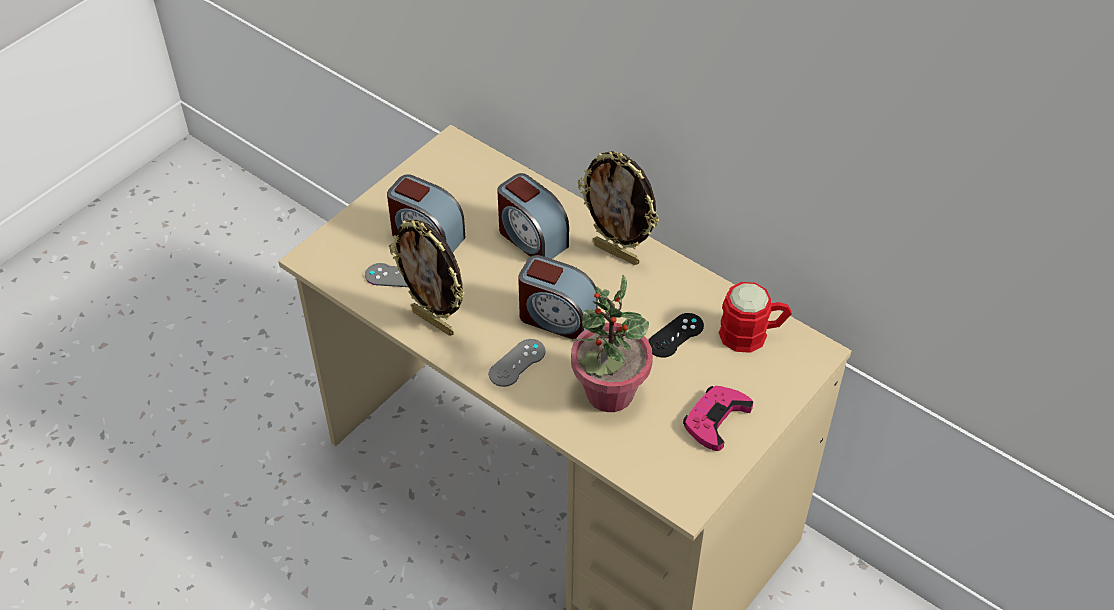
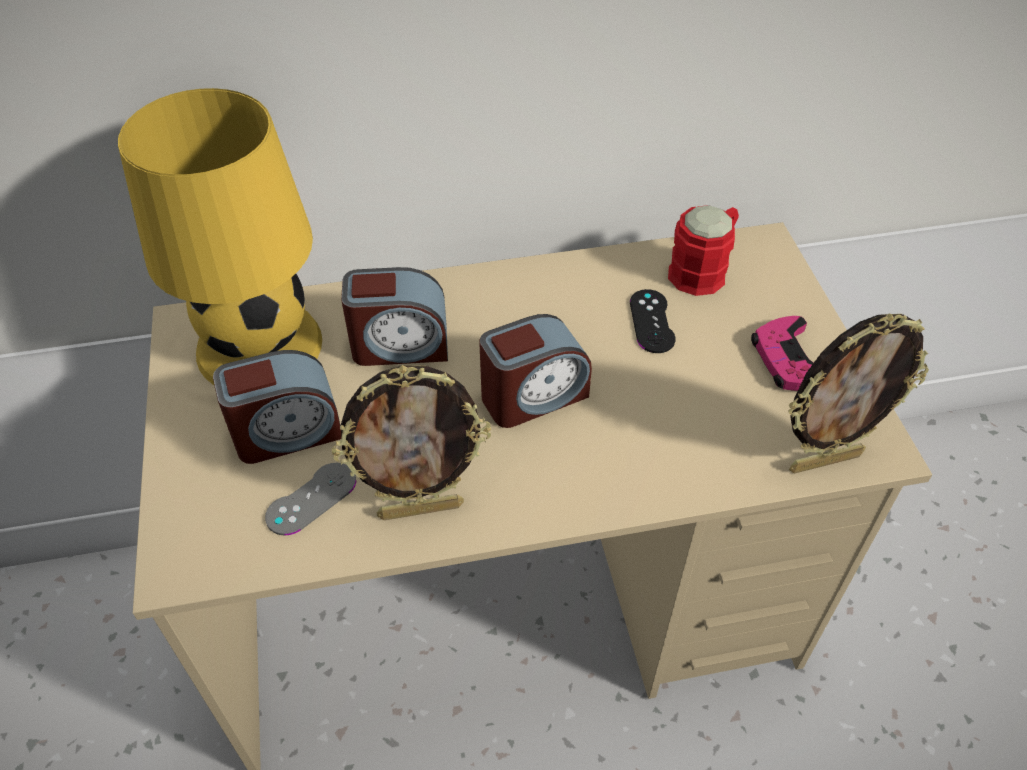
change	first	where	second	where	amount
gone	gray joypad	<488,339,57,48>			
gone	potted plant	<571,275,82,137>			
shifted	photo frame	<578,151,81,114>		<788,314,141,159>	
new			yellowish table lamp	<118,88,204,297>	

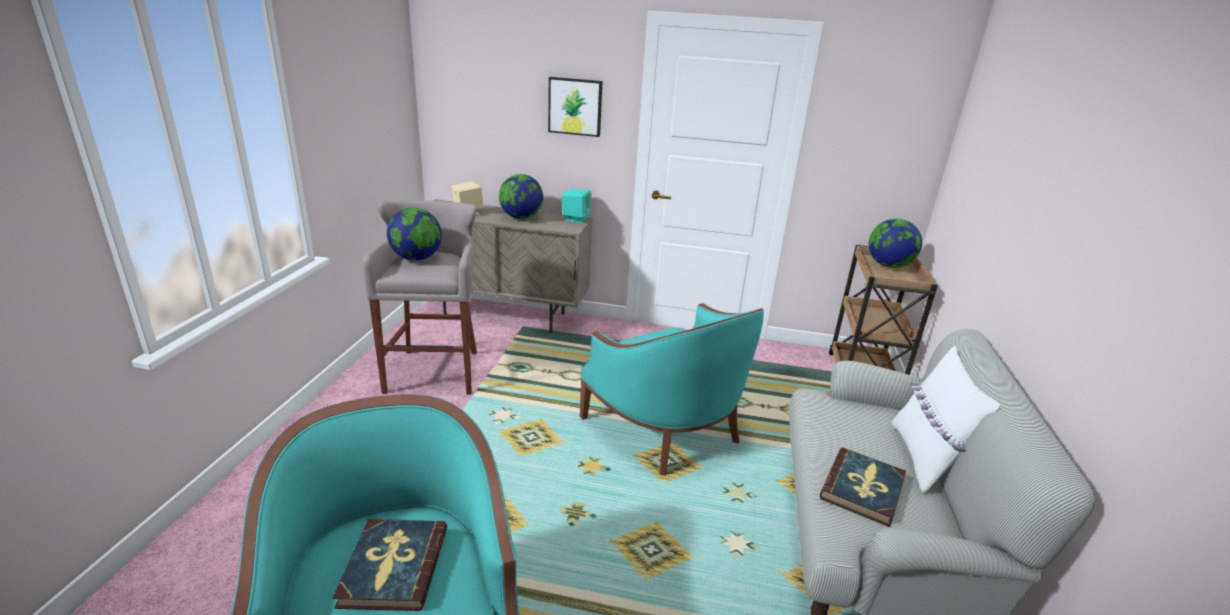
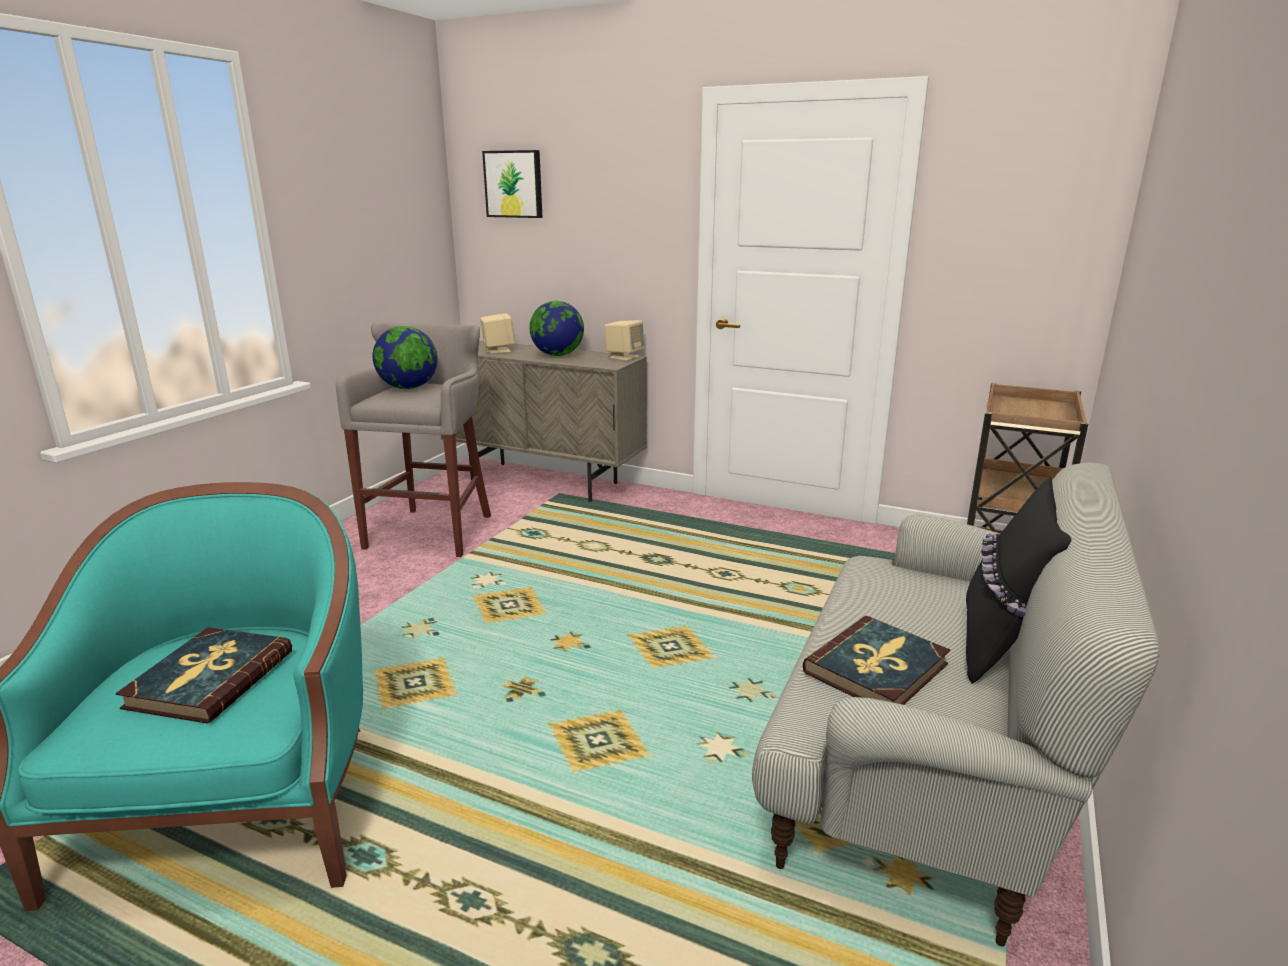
change	first	where	second	where	amount
shifted	wall art	<548,77,55,60>		<482,150,60,68>	
repainted	turquoise-coloured loudspeaker	<562,190,30,33>	beige-coloured loudspeaker	<604,320,41,41>	
gone	turquoise-coloured armchair	<580,303,184,172>			
gone	desk globe	<869,219,53,49>			
repainted	white-coloured cushion	<892,346,108,148>	black-coloured cushion	<966,477,105,207>	

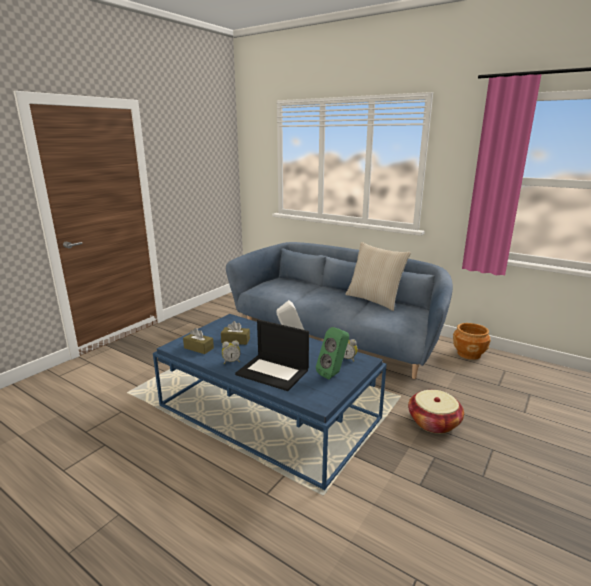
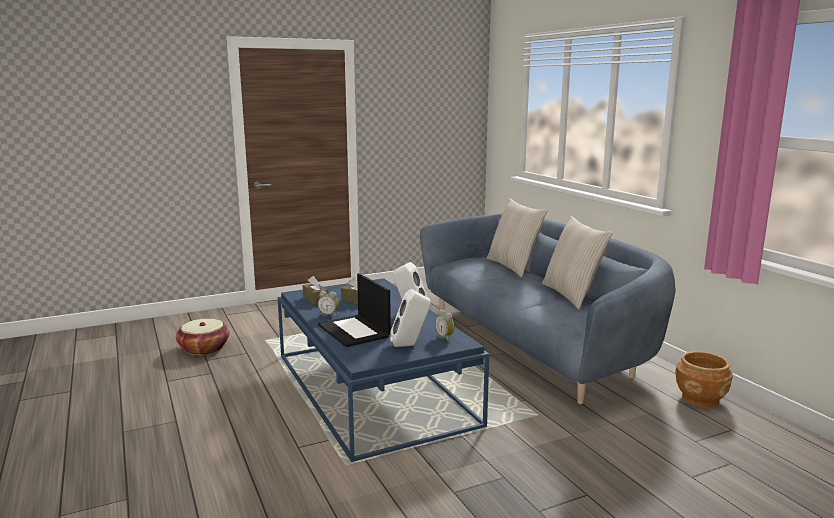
change	first	where	second	where	amount
repainted	green loudspeaker	<316,327,33,52>	white-coloured loudspeaker	<390,289,41,58>	
shifted	storage basket	<408,390,56,44>		<176,319,54,36>	
new			beige-coloured cushion	<487,198,60,79>	

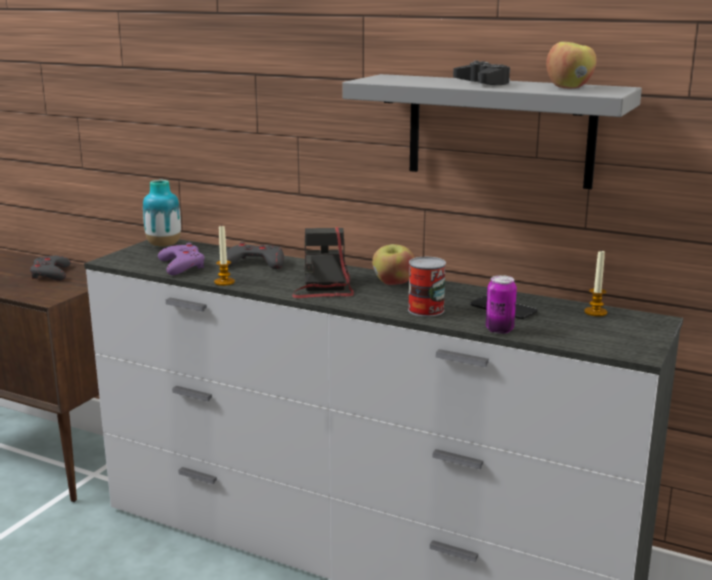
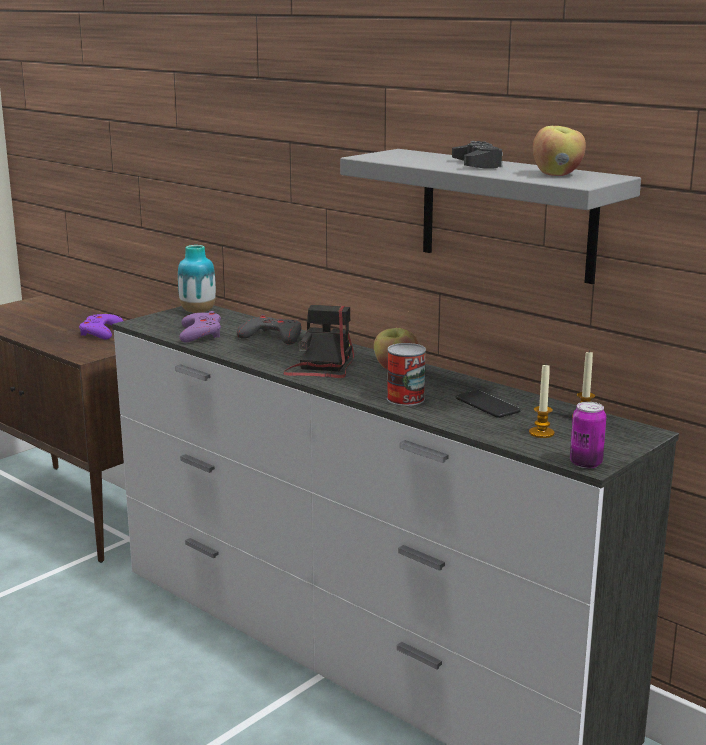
change	first	where	second	where	amount
repainted	gray joypad	<30,256,41,25>	purple-coloured joypad	<79,314,44,25>	
shifted	wax candle	<214,224,21,62>		<529,365,26,73>	
shifted	can	<486,275,31,59>		<570,402,36,67>	

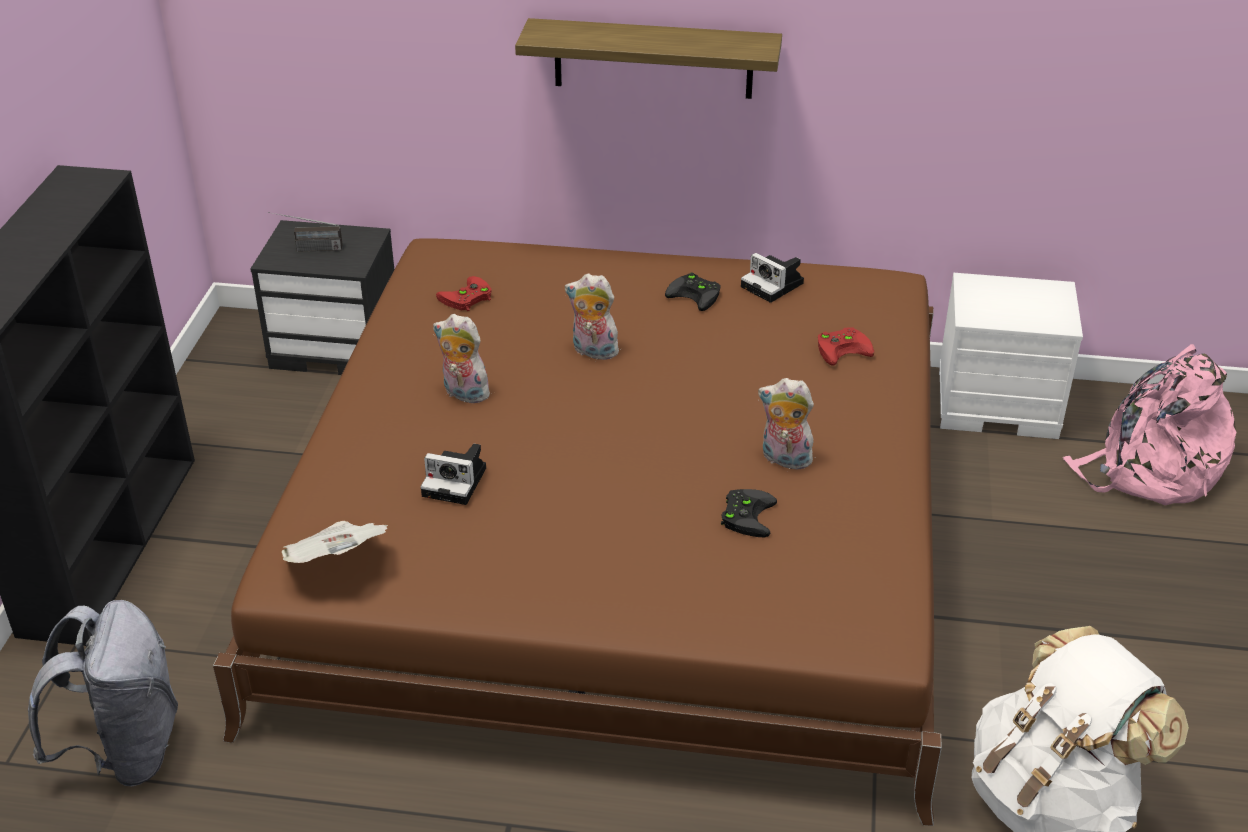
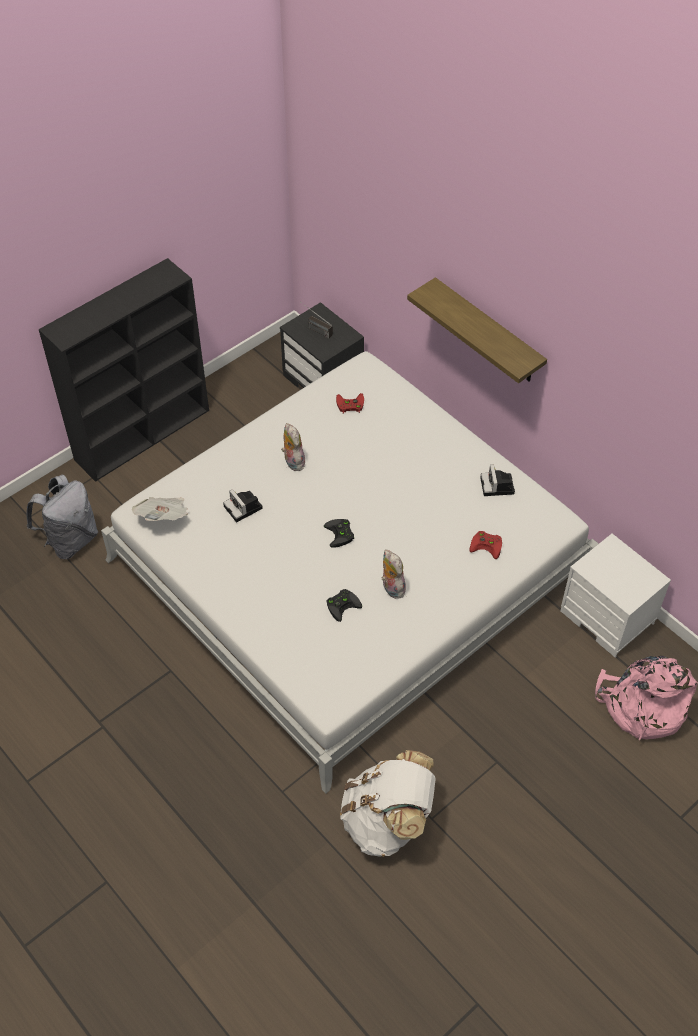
change	first	where	second	where	amount
repainted	brown bed	<213,238,729,588>	white-coloured bed	<101,351,498,443>	
gone	soft toy	<565,274,56,86>			
shifted	black-coloured joypad	<665,273,56,38>		<324,519,30,29>	

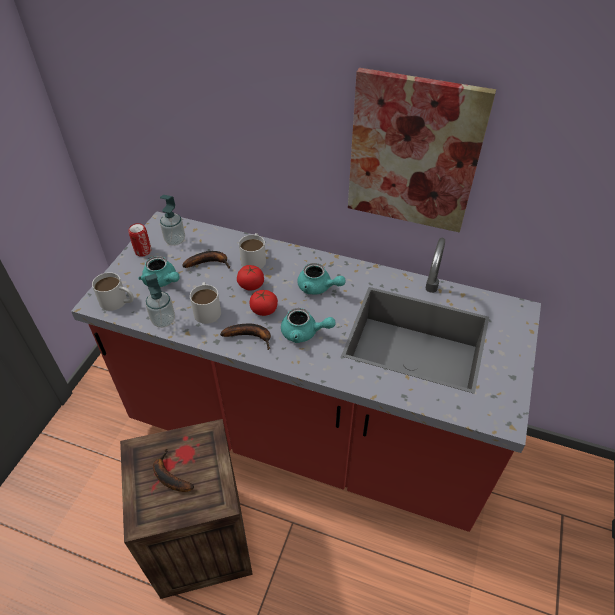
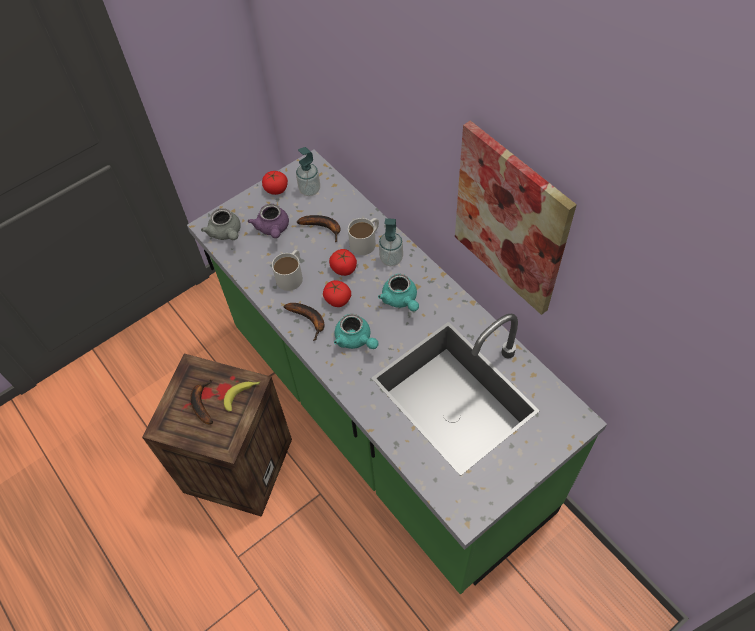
change	first	where	second	where	amount
repainted	reddish kitchen counter	<71,211,470,321>	green kitchen counter	<187,149,420,445>	
swapped	white-coloured tea mug	<92,272,42,39>	gray tea pot	<201,208,40,32>	
swapped	can	<129,223,22,34>	fresh tomato	<262,171,26,24>	
repainted	turquoise-coloured tea pot	<139,256,41,31>	purple-coloured tea pot	<248,204,41,34>	
shifted	soap dispenser	<145,273,30,55>		<379,218,24,48>	
new			banana	<224,382,36,30>	

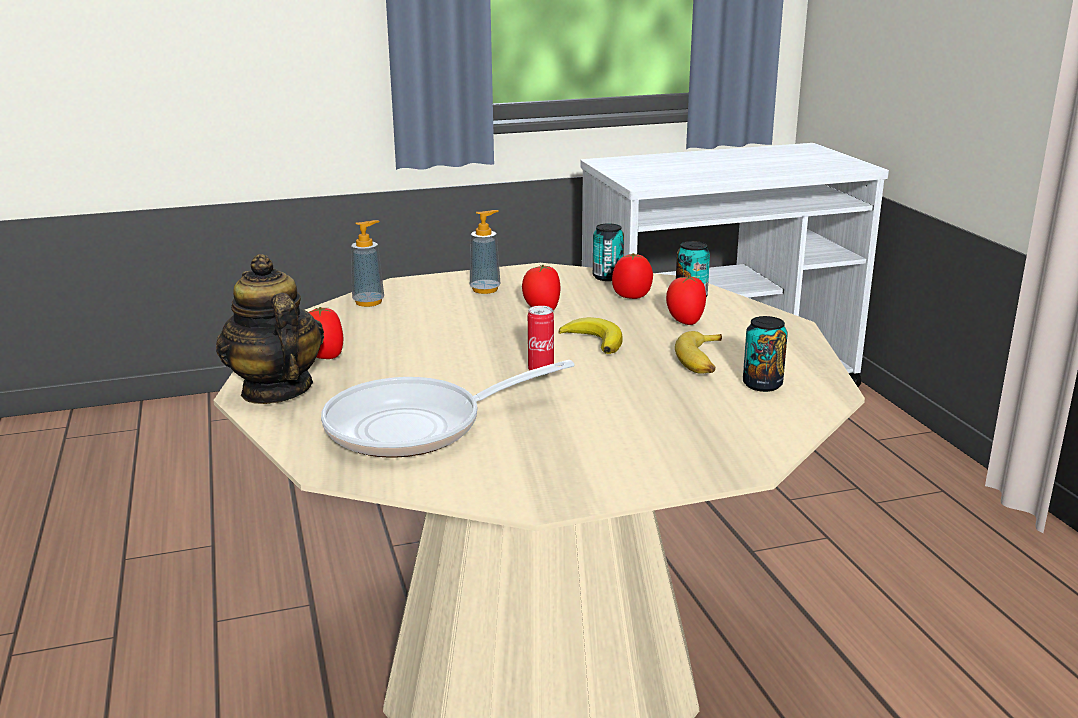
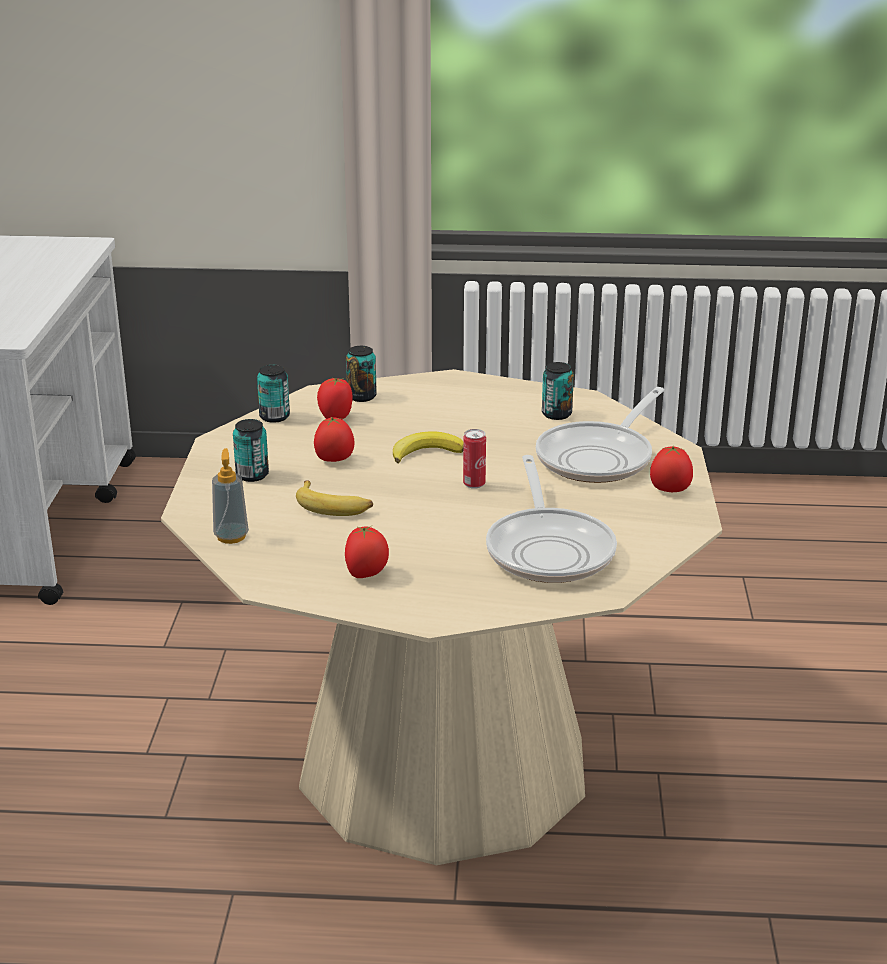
change	first	where	second	where	amount
gone	tea pot	<216,254,108,150>			
swapped	soap dispenser	<470,210,31,84>	can	<233,419,36,63>	
shifted	fresh tomato	<666,275,40,50>		<650,446,43,46>	
shifted	banana	<675,331,47,43>		<296,480,77,36>	
new			frying pan	<536,387,129,96>	

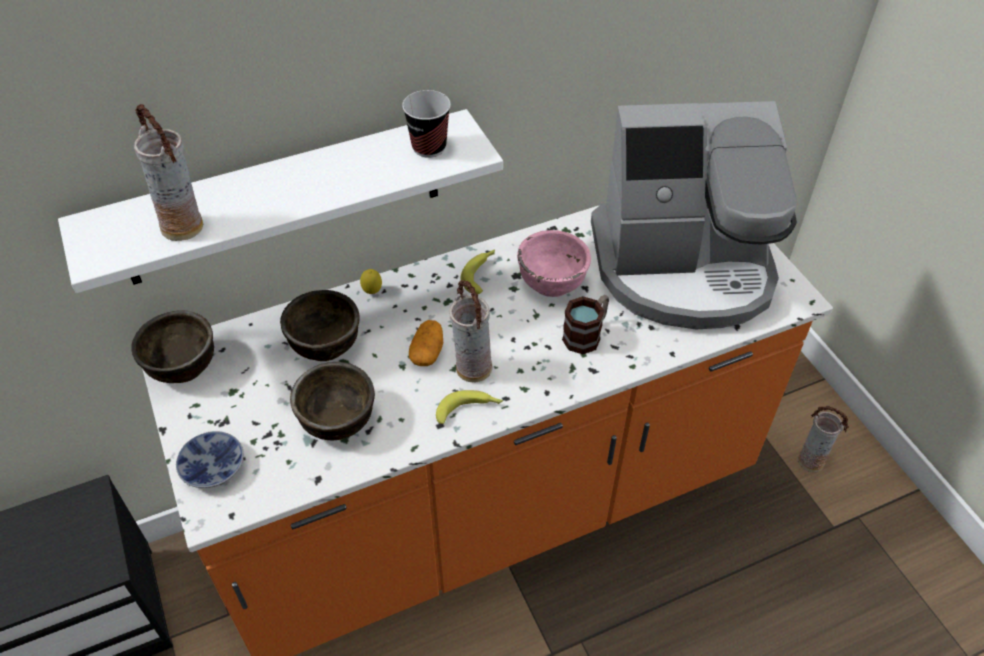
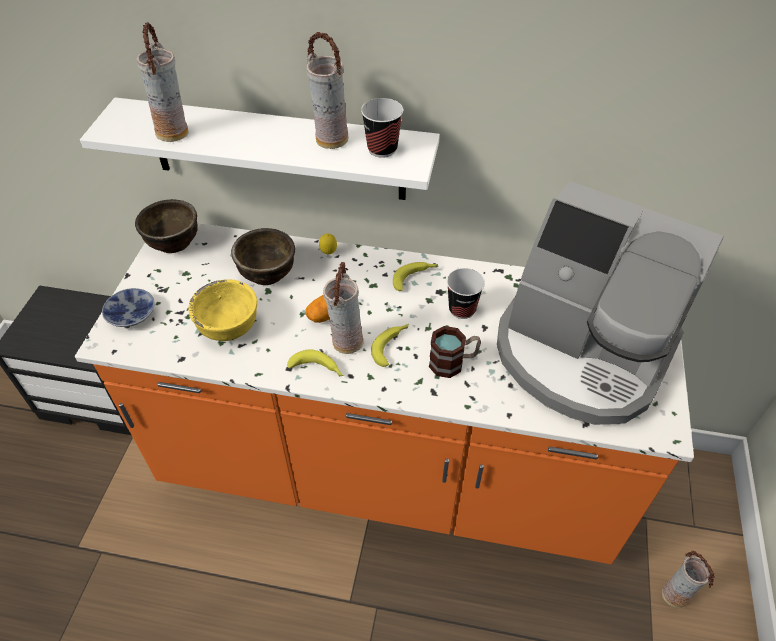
change	first	where	second	where	amount
repainted	brown serving bowl	<290,362,85,78>	yellowish serving bowl	<188,279,69,62>	
swapped	pinkish serving bowl	<517,230,74,67>	drinking cup	<447,268,38,51>	
new			decorative vase	<306,32,42,117>	
new			banana	<371,324,38,43>	

